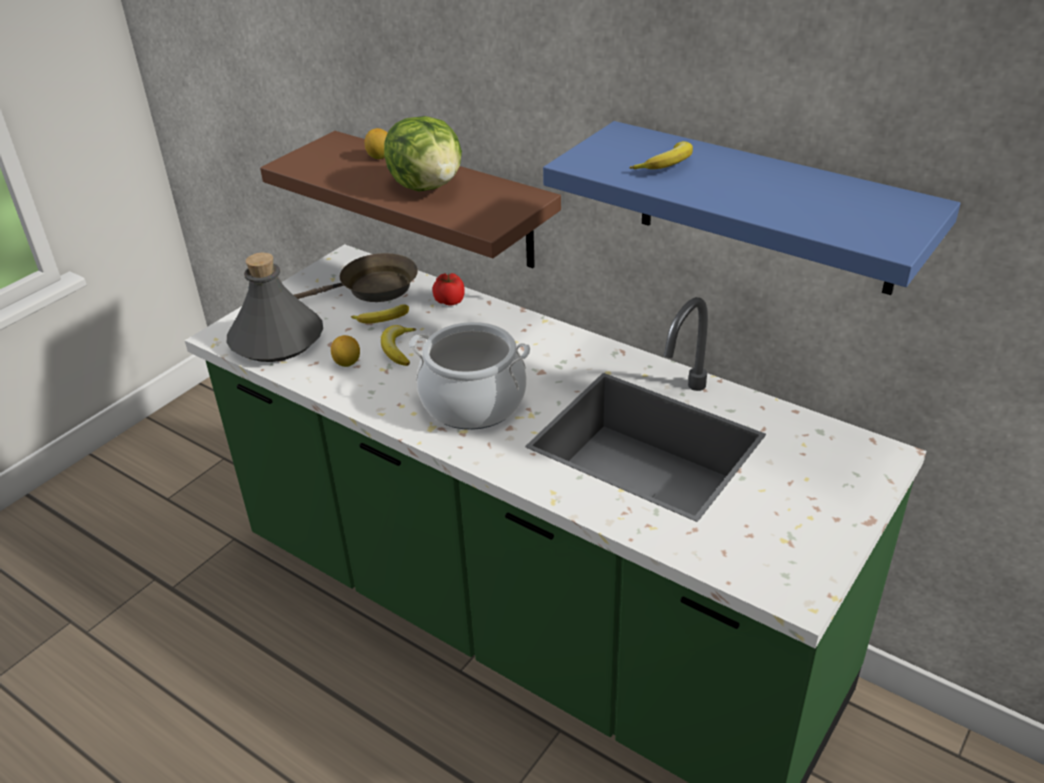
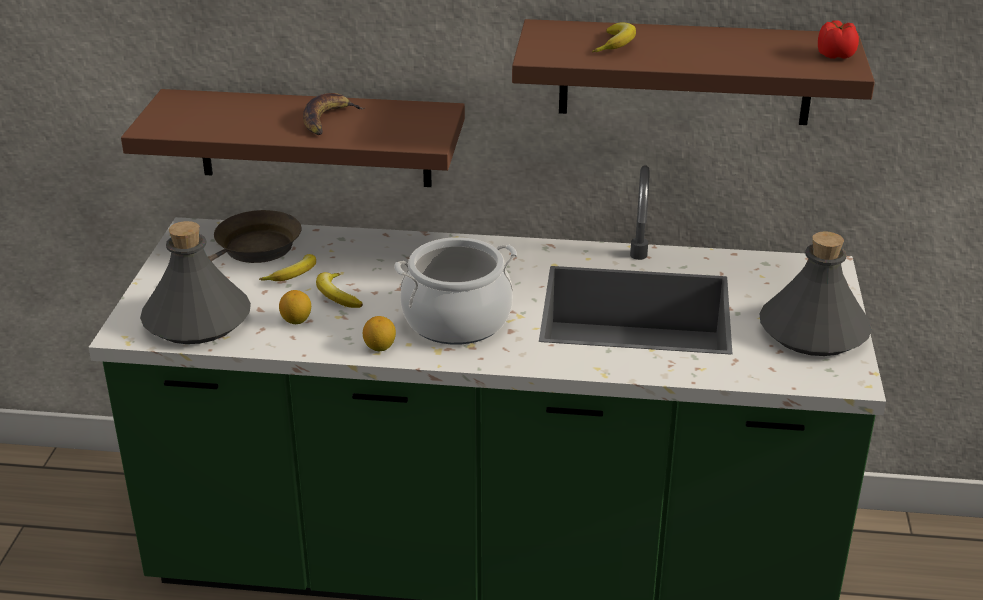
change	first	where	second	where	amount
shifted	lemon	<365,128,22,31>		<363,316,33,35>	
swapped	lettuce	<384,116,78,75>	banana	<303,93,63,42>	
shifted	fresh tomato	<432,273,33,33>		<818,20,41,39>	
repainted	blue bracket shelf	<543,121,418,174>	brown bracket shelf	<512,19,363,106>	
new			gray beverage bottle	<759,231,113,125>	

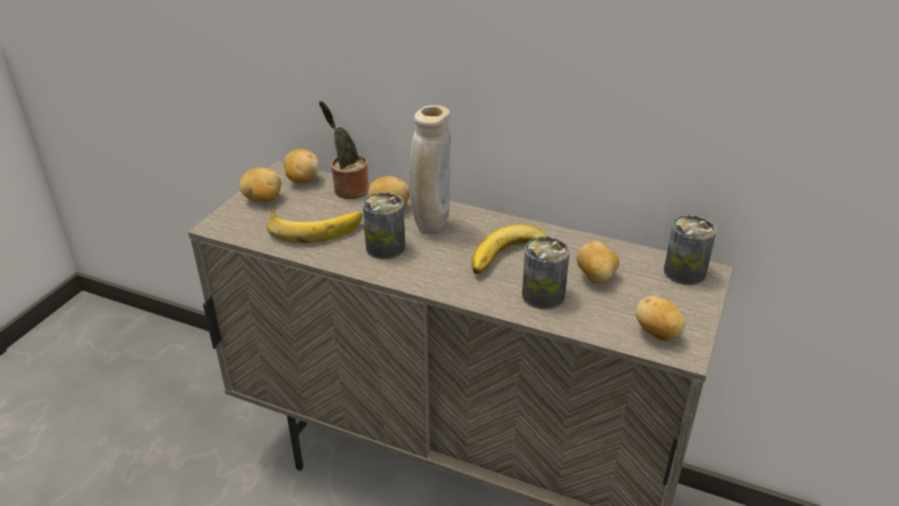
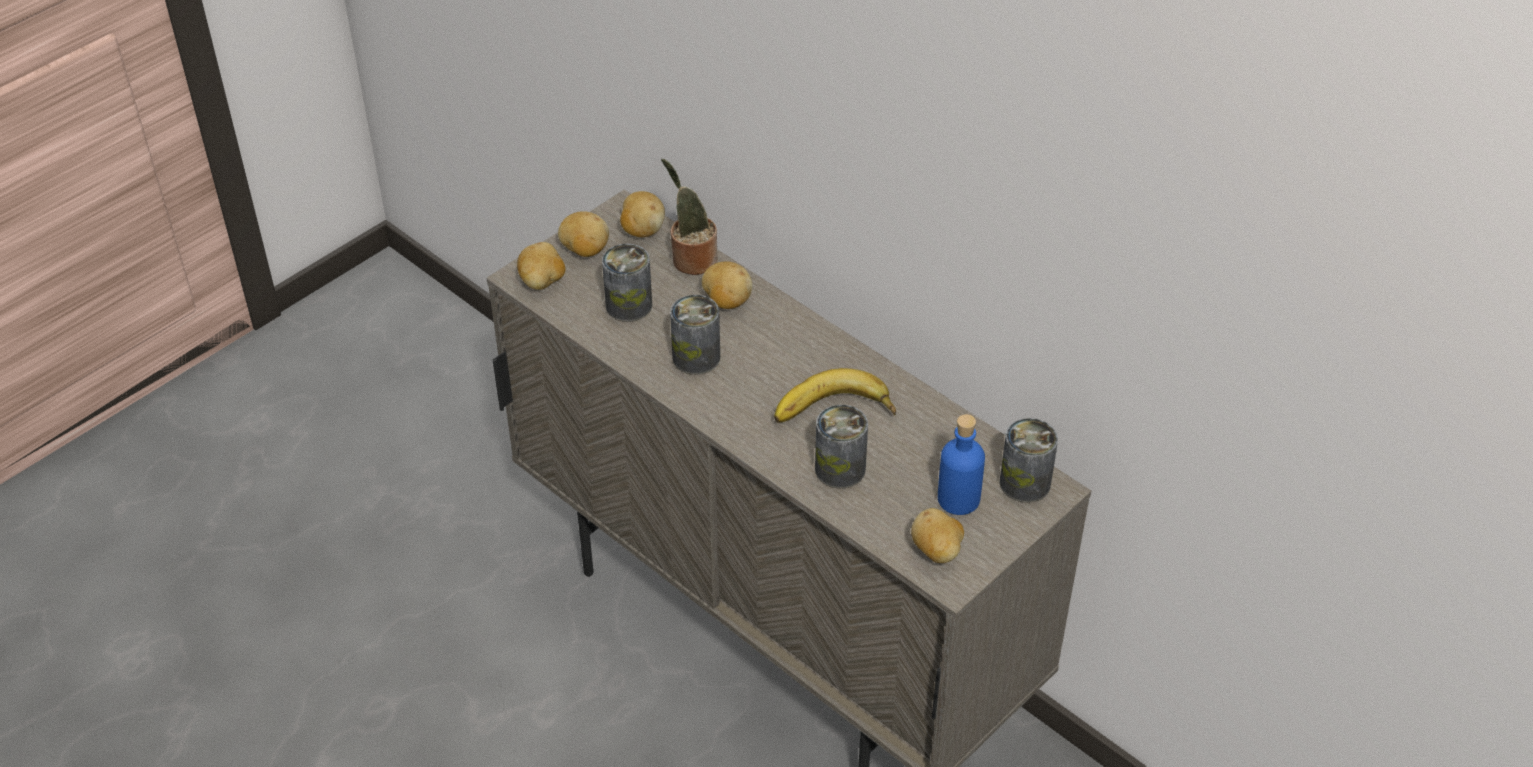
change	first	where	second	where	amount
swapped	banana	<267,208,95,35>	can	<602,244,50,78>	
gone	beige-coloured decorative vase	<409,105,42,129>			
shifted	potato	<577,241,42,43>		<517,242,49,48>	
new			blue beverage bottle	<938,414,47,101>	

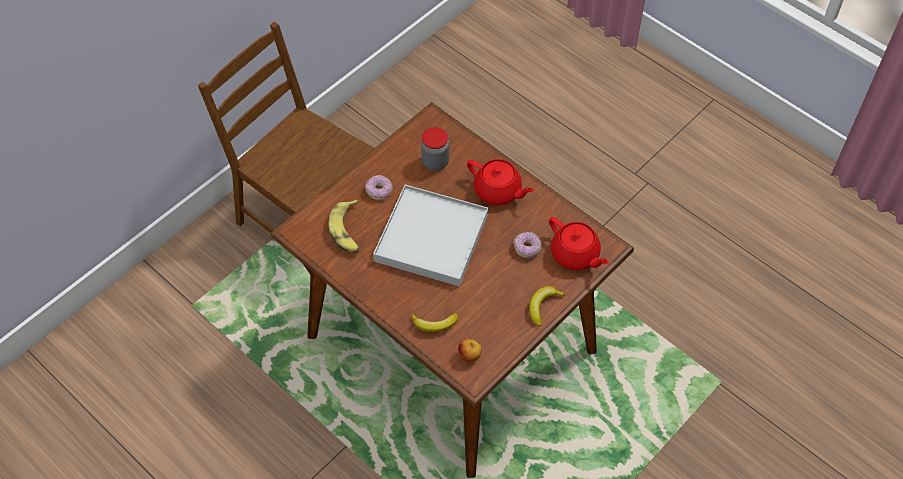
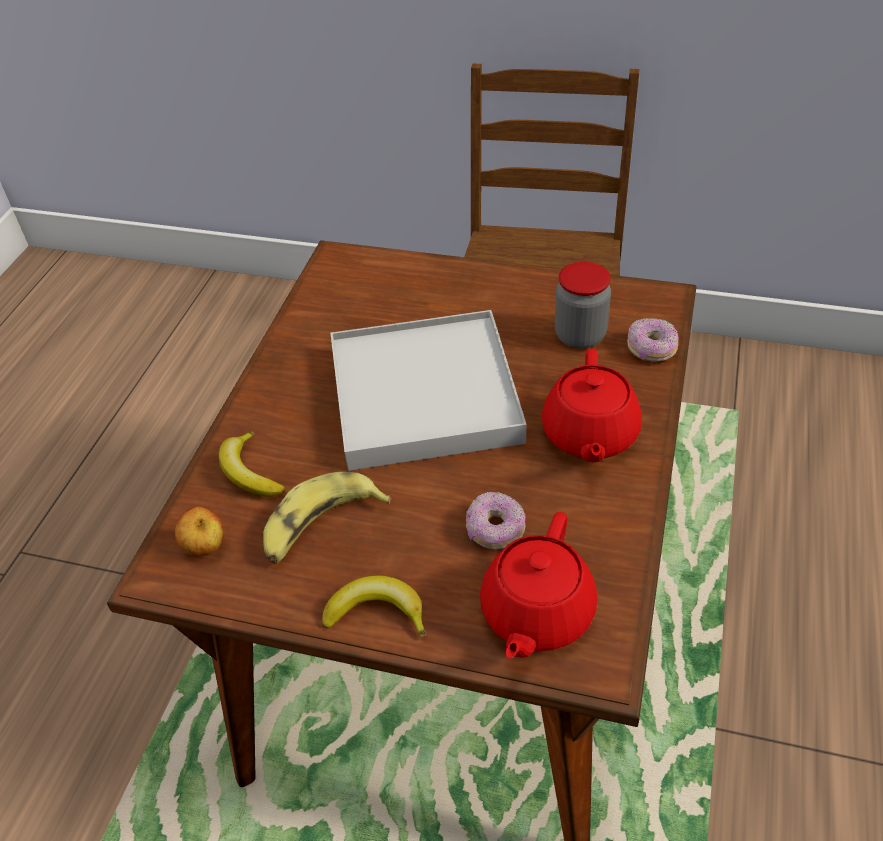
change	first	where	second	where	amount
shifted	banana	<328,199,32,54>		<263,472,129,92>	
shifted	doughnut	<365,175,28,25>		<627,318,52,44>	

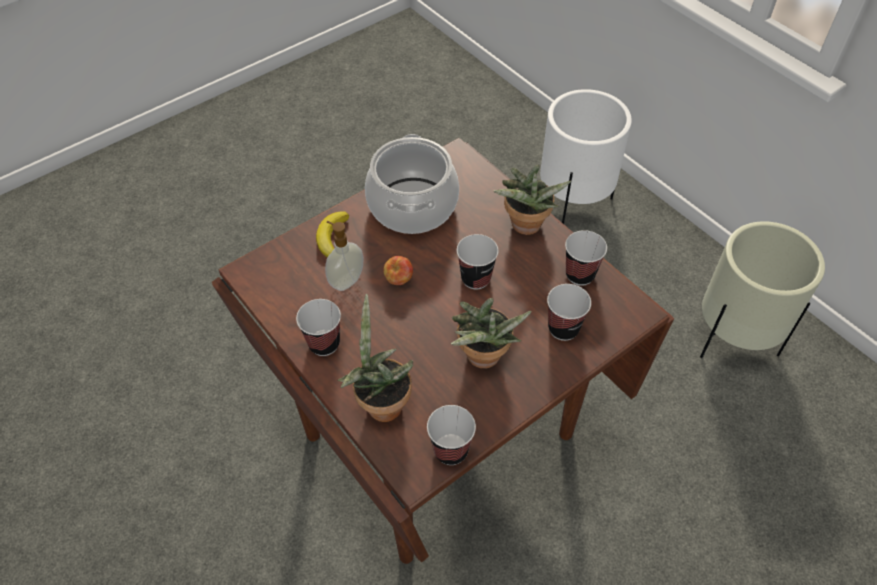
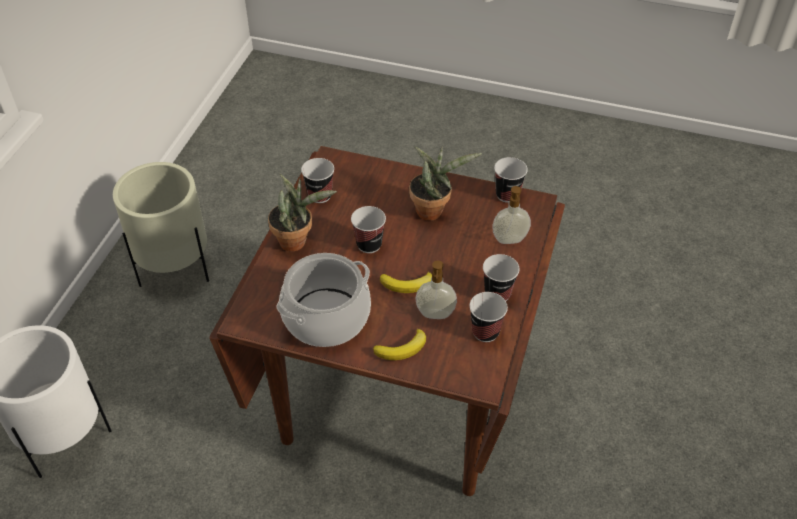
change	first	where	second	where	amount
swapped	potted plant	<337,294,76,128>	soap dispenser	<492,186,39,58>	
swapped	whole apple	<383,256,30,29>	banana	<380,272,52,21>	
shifted	drinking cup	<547,284,44,57>		<469,292,39,50>	

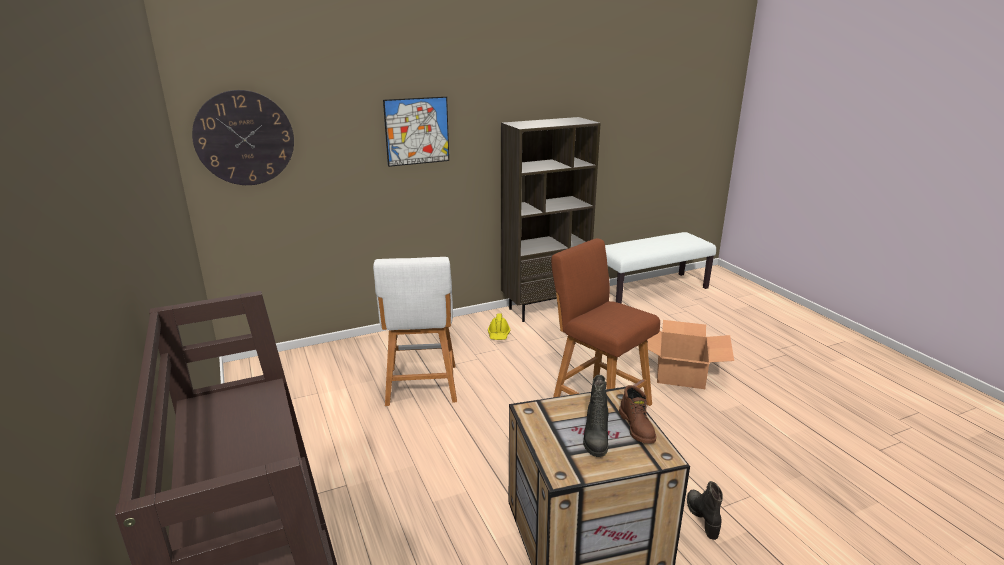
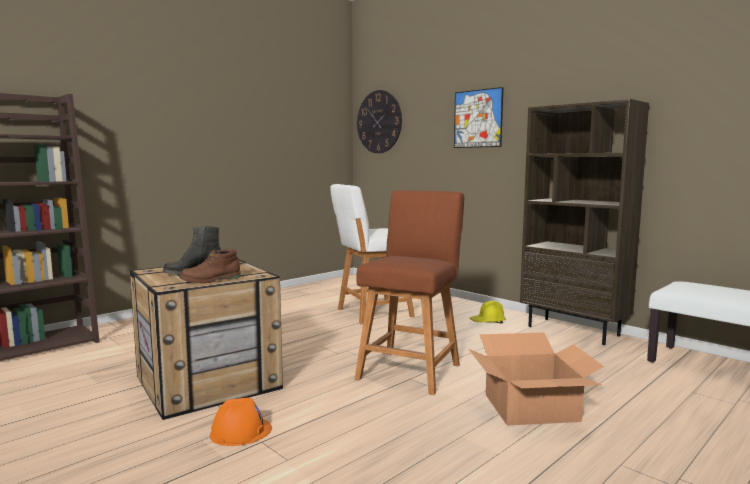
change	first	where	second	where	amount
swapped	black-coloured high-top boot	<687,481,36,59>	orange safety helmet	<210,398,62,48>	

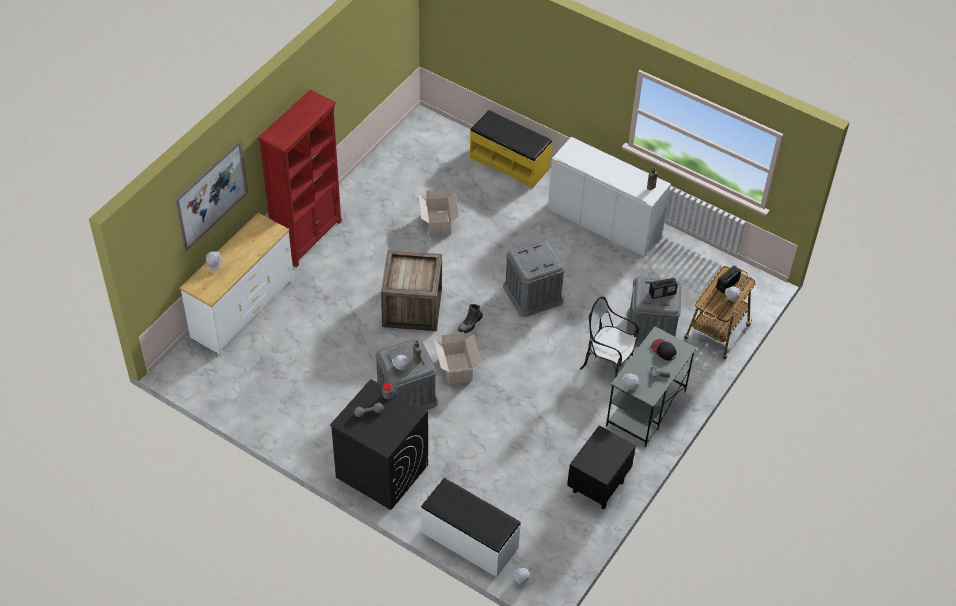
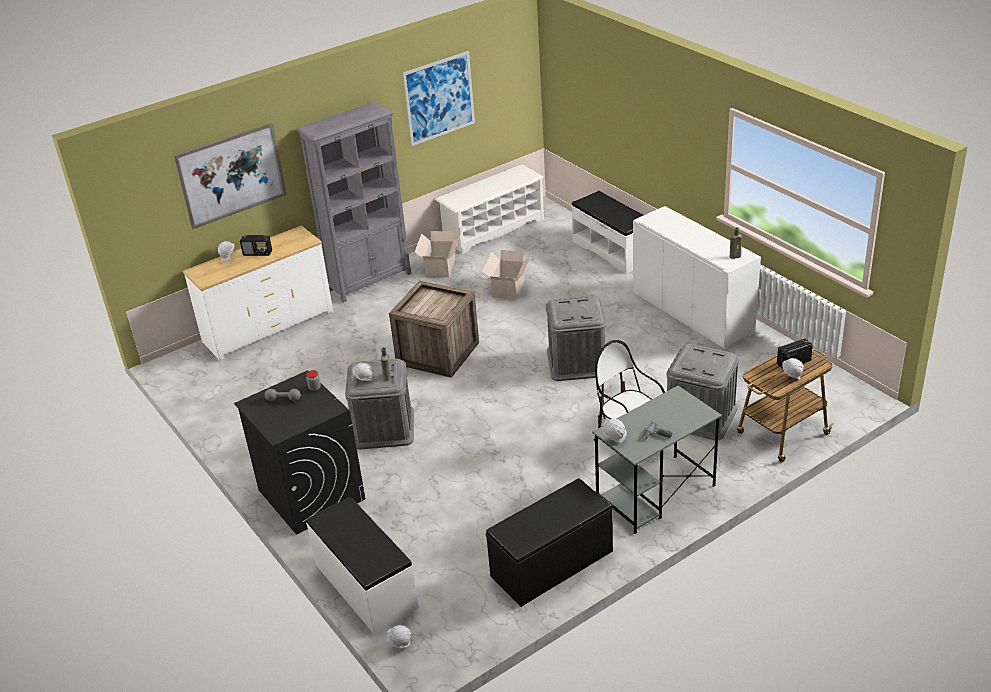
change	first	where	second	where	amount
repainted	reddish bookcase	<258,90,84,177>	gray bookcase	<296,102,115,201>	
shifted	packing box	<434,332,47,52>		<415,231,46,47>	
gone	high-top boot	<458,304,25,29>			
repainted	yellowish bench	<470,110,82,78>	white-coloured bench	<571,191,72,83>	
swapped	black-coloured night table	<567,426,69,83>	black-coloured bench	<486,478,127,129>	
shifted	radio	<649,278,29,21>		<240,235,32,21>	
gone	baseball cap	<651,339,26,22>			
new			wall art	<402,51,73,95>	
new			white-coloured shoe stand	<435,164,109,91>	

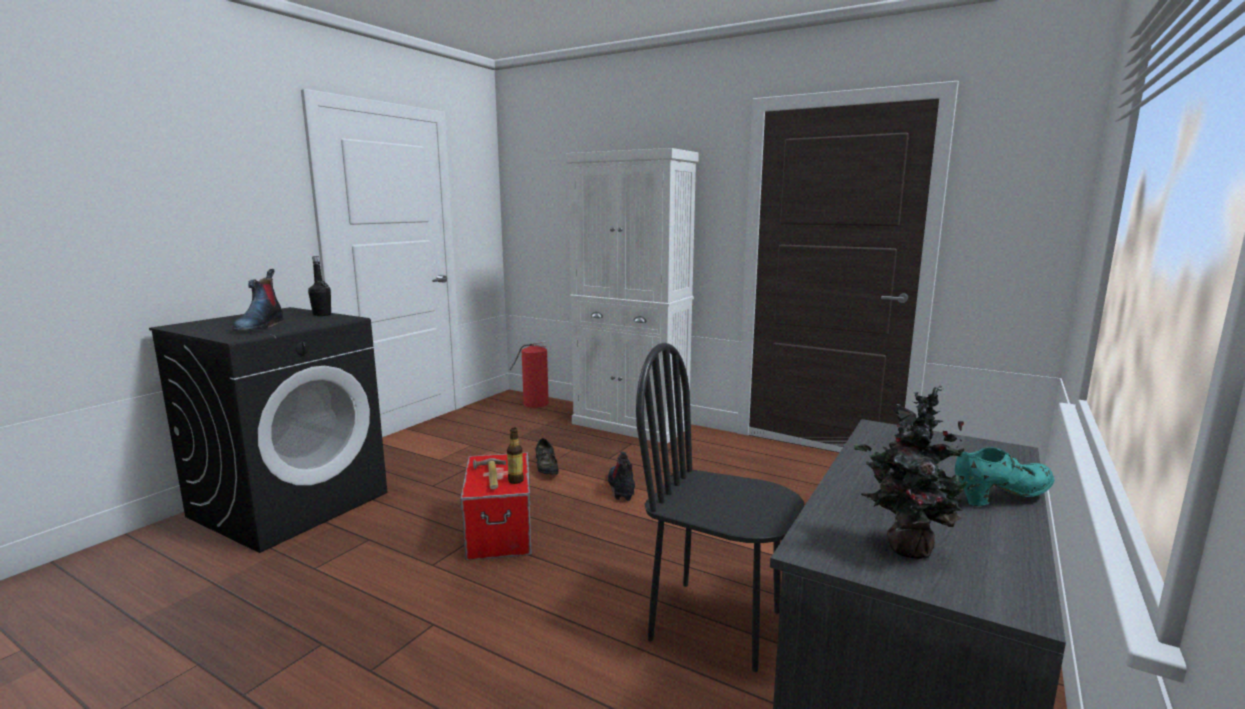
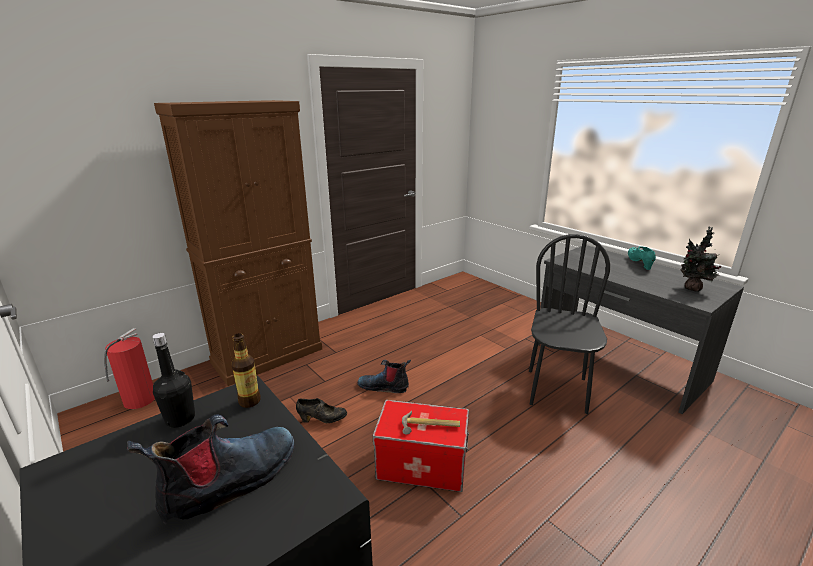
change	first	where	second	where	amount
rotated	high-top boot	<232,269,52,63>		<127,414,167,110>	60 degrees counterclockwise
shifted	beverage bottle	<507,428,17,56>		<231,333,30,75>	
repainted	white-coloured cupboard	<566,148,133,296>	brown cupboard	<154,100,168,286>	
rotated	black-coloured upright chair	<636,343,168,329>		<529,234,81,180>	150 degrees clockwise

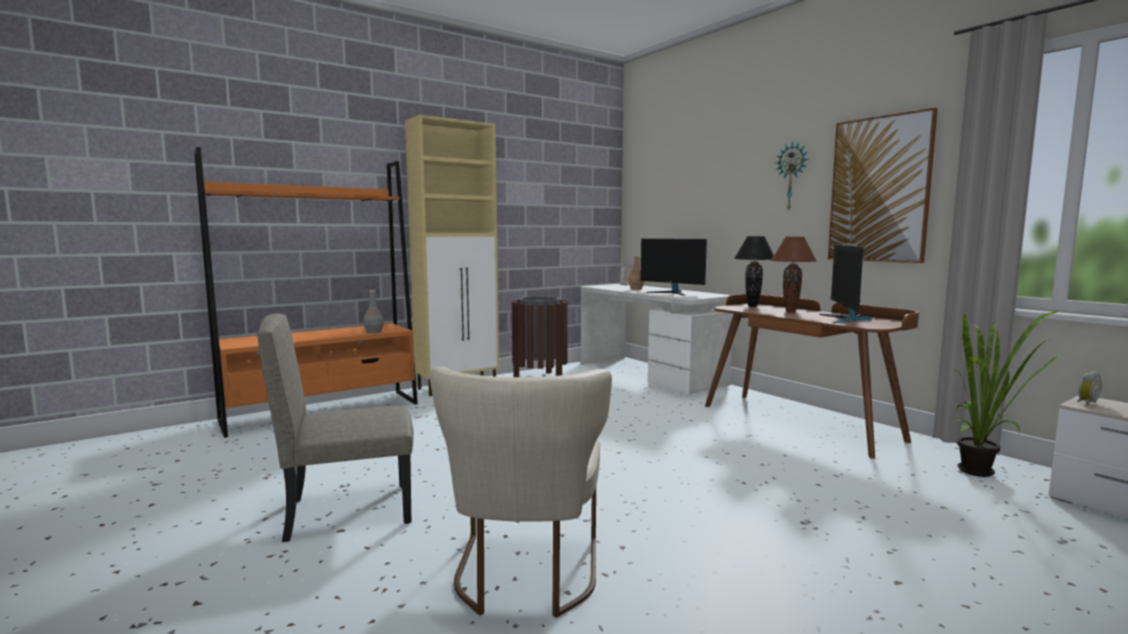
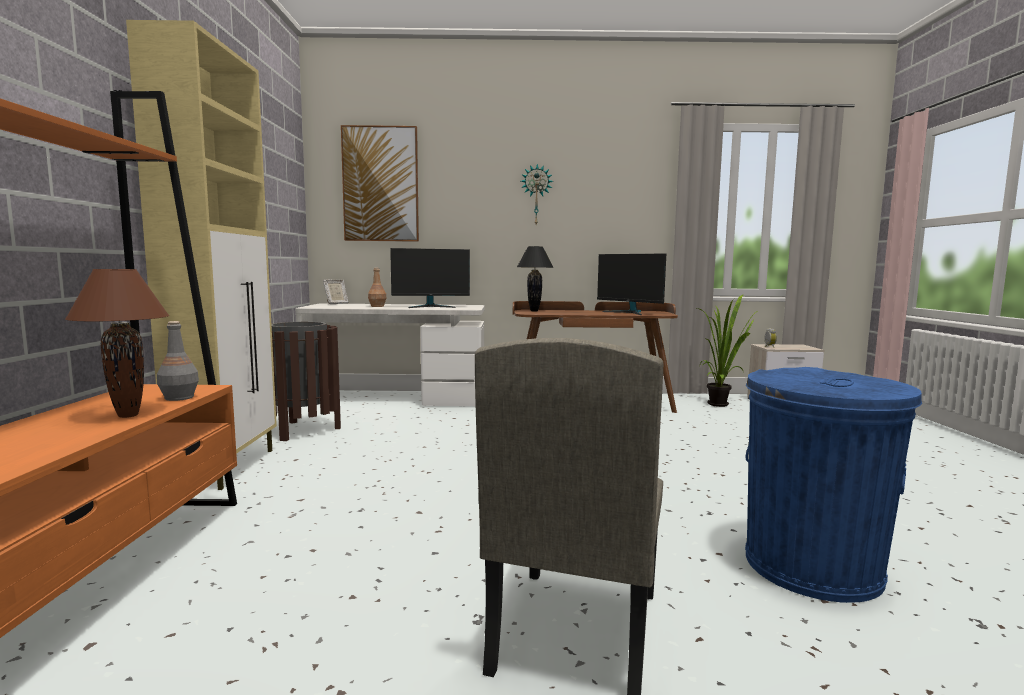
change	first	where	second	where	amount
swapped	beige-coloured upright chair	<429,367,183,251>	blue rubbish bin	<745,367,177,236>	
shifted	brown table lamp	<771,237,46,75>		<65,269,105,149>	
shifted	wall art	<828,108,110,155>		<341,125,78,117>	

